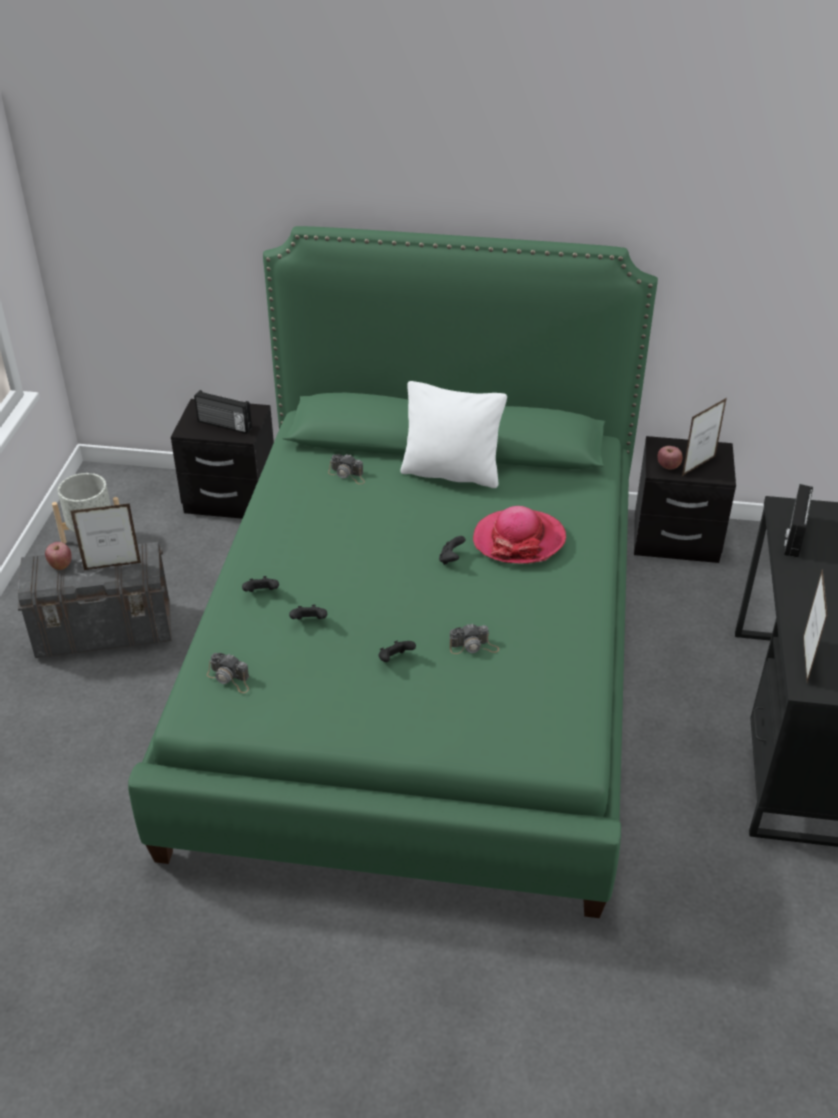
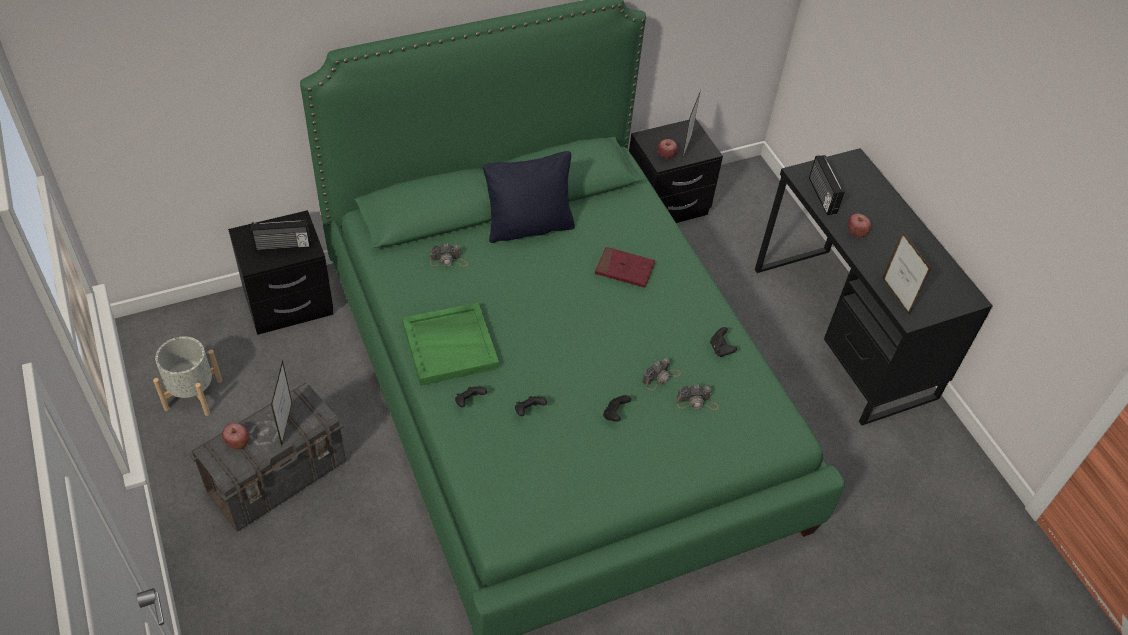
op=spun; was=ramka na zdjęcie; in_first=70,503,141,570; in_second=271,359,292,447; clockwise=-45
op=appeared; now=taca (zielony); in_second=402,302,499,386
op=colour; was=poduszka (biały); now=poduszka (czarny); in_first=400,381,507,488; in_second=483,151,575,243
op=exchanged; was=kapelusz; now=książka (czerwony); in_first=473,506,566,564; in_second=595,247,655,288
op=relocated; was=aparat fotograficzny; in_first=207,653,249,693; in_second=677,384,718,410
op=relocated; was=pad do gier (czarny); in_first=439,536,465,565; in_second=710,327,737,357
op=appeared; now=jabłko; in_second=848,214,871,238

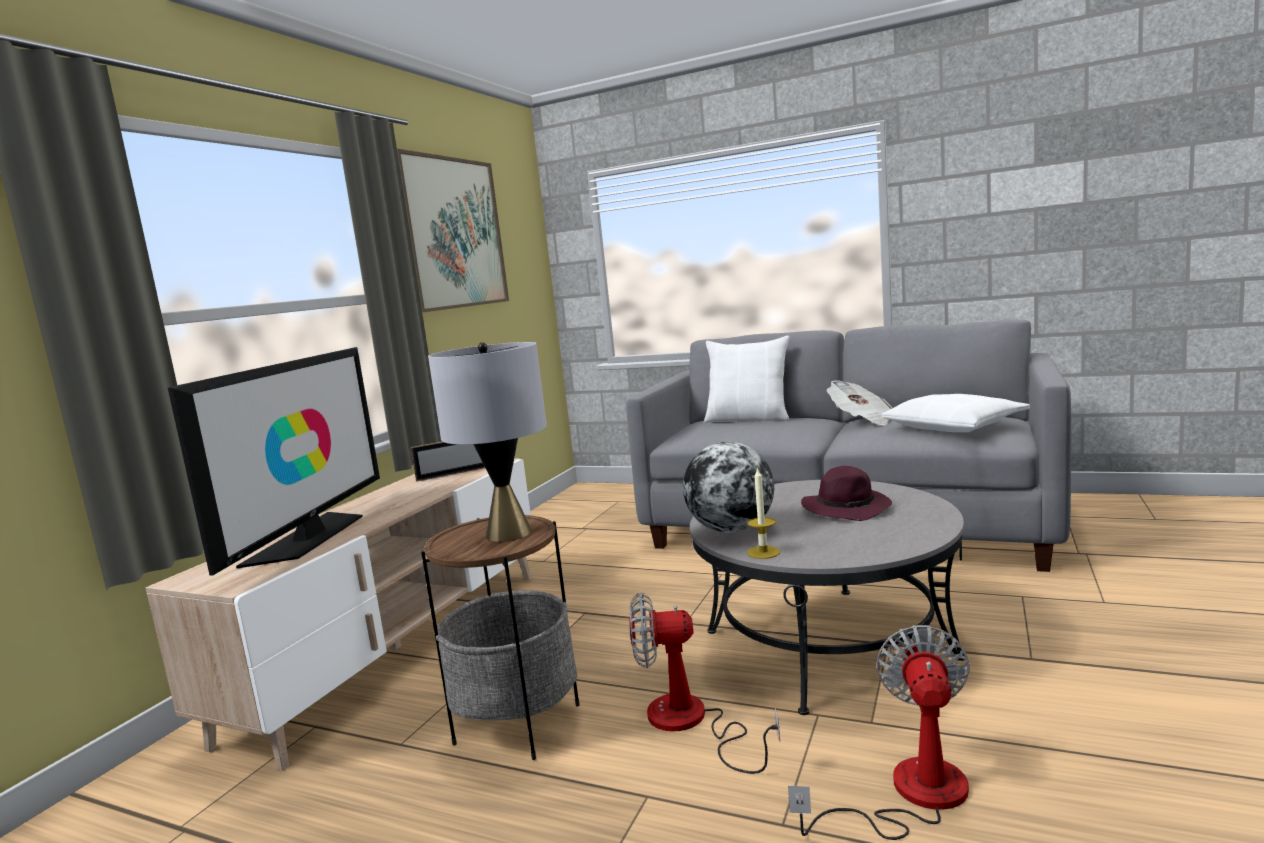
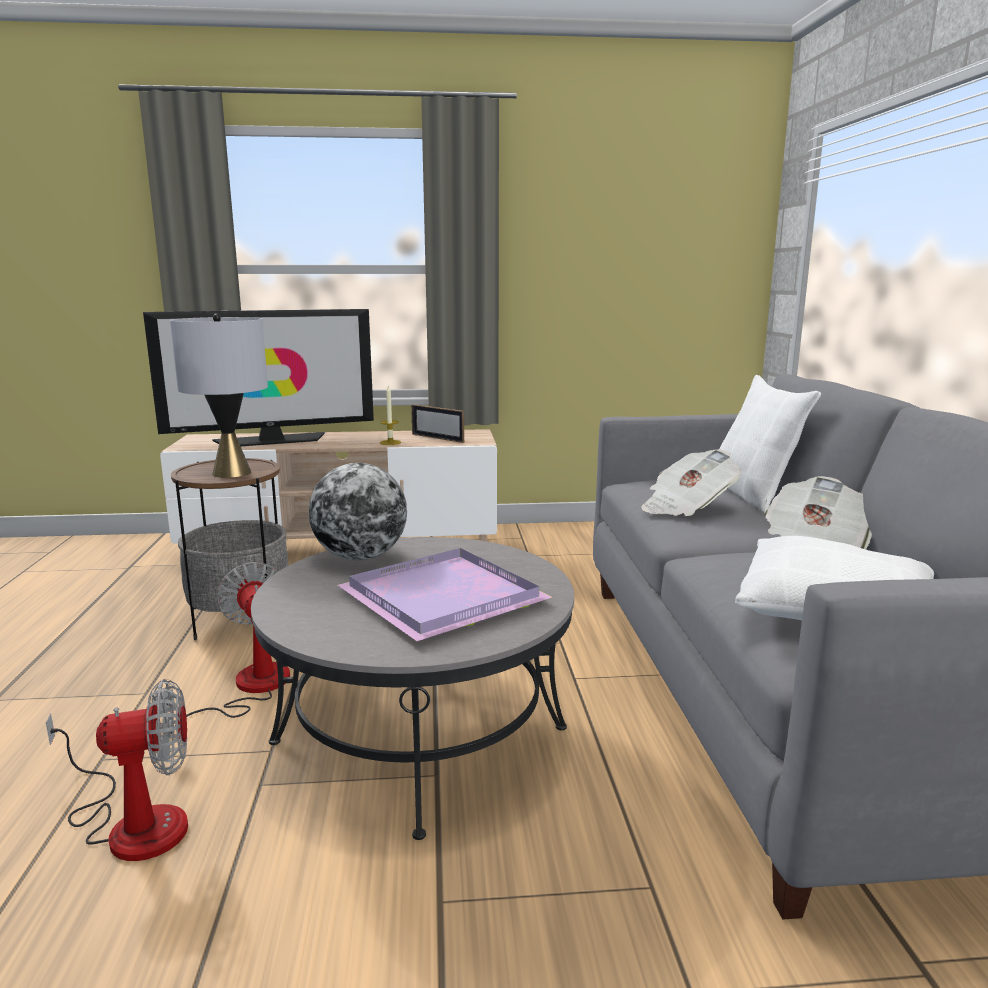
op=exchanged; was=kapelusz (fioletowy); now=taca (fioletowy); in_first=801,466,892,521; in_second=338,548,552,641
op=relocated; was=świeca; in_first=747,467,780,559; in_second=380,386,401,445
op=appeared; now=gazeta; in_second=641,449,741,516
op=missing; was=obraz; in_first=397,149,509,312

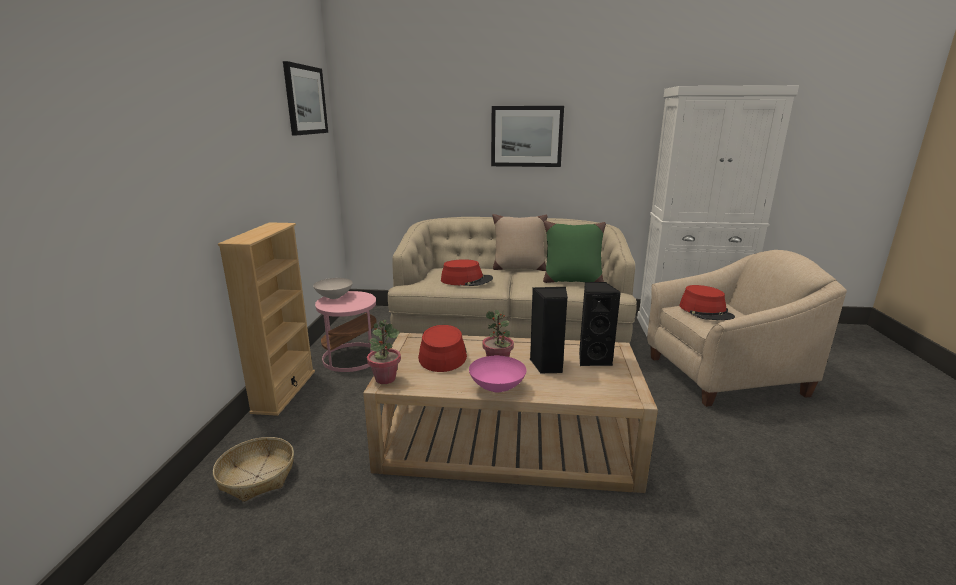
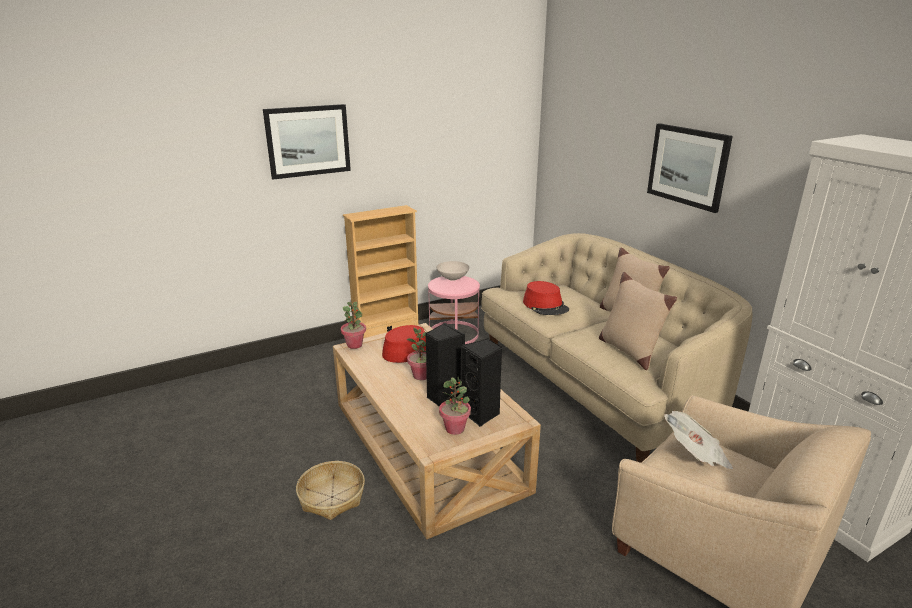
op=relocated; was=obraz; in_first=283,61,328,136; in_second=263,104,351,179
op=relocated; was=koszyk; in_first=213,437,294,502; in_second=296,461,365,520
op=appeared; now=roślina doniczkowa; in_second=439,377,471,435
op=colour; was=poduszka (zielony); now=poduszka (beżowy); in_first=543,221,606,283; in_second=599,272,677,370
op=exchanged; was=kapelusz (czerwony); now=gazeta; in_first=680,285,735,320; in_second=664,411,733,469
op=missing; was=miska (różowy); in_first=469,356,527,392

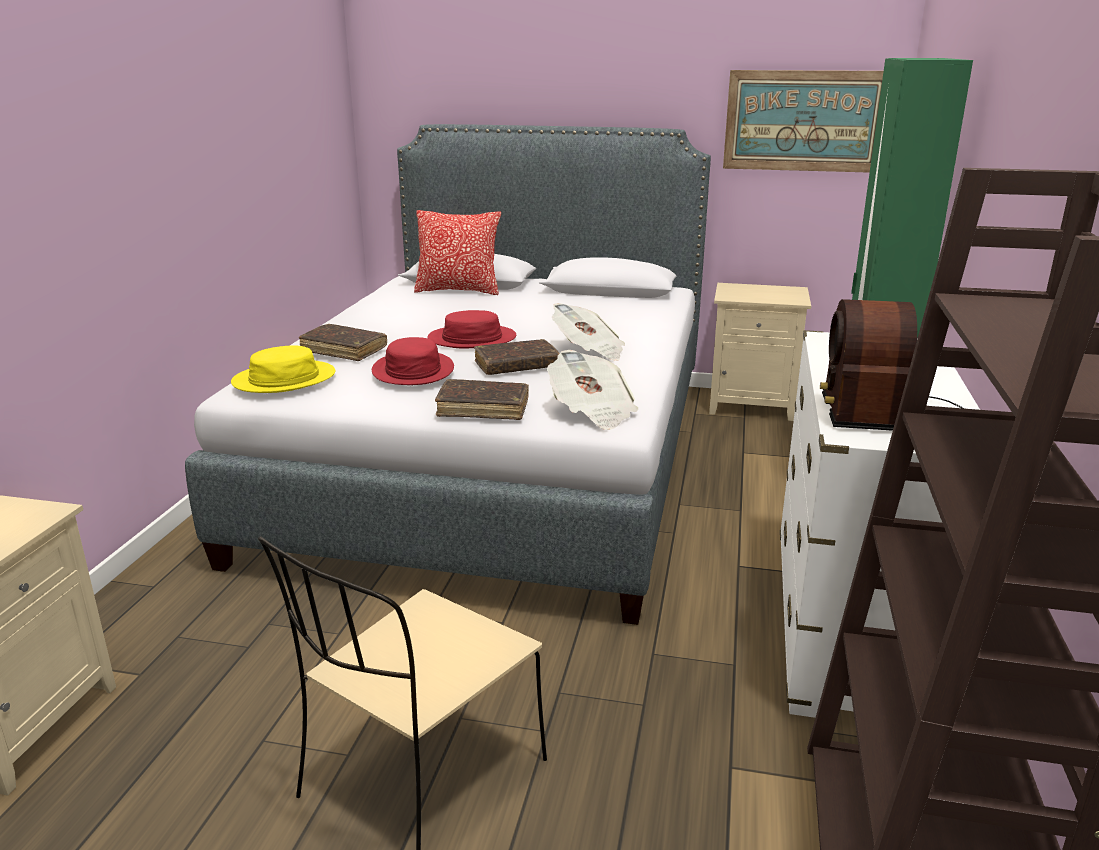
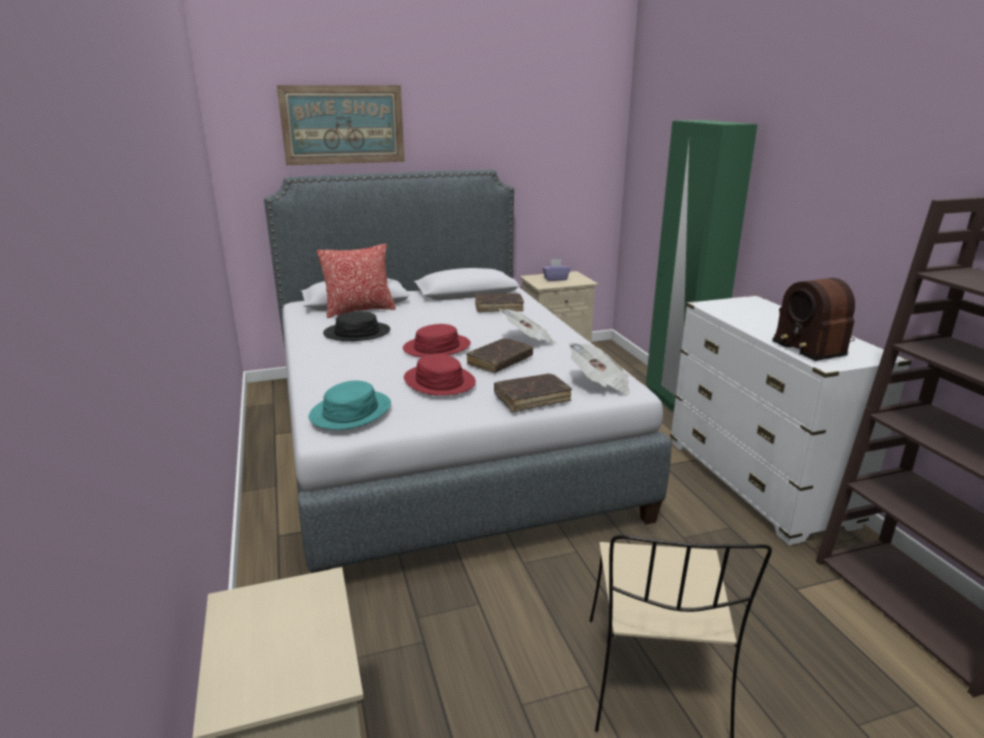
op=relocated; was=obraz; in_first=723,70,884,173; in_second=277,85,405,165
op=colour; was=kapelusz (żółty); now=kapelusz (turkusowy); in_first=231,345,335,393; in_second=309,381,391,430
op=appeared; now=kapelusz (czarny); in_second=323,312,390,341
op=relocated; was=książka (brązowy); in_first=299,324,387,361; in_second=475,293,524,312
op=appeared; now=pudełko chusteczek (fioletowy); in_second=542,259,570,281

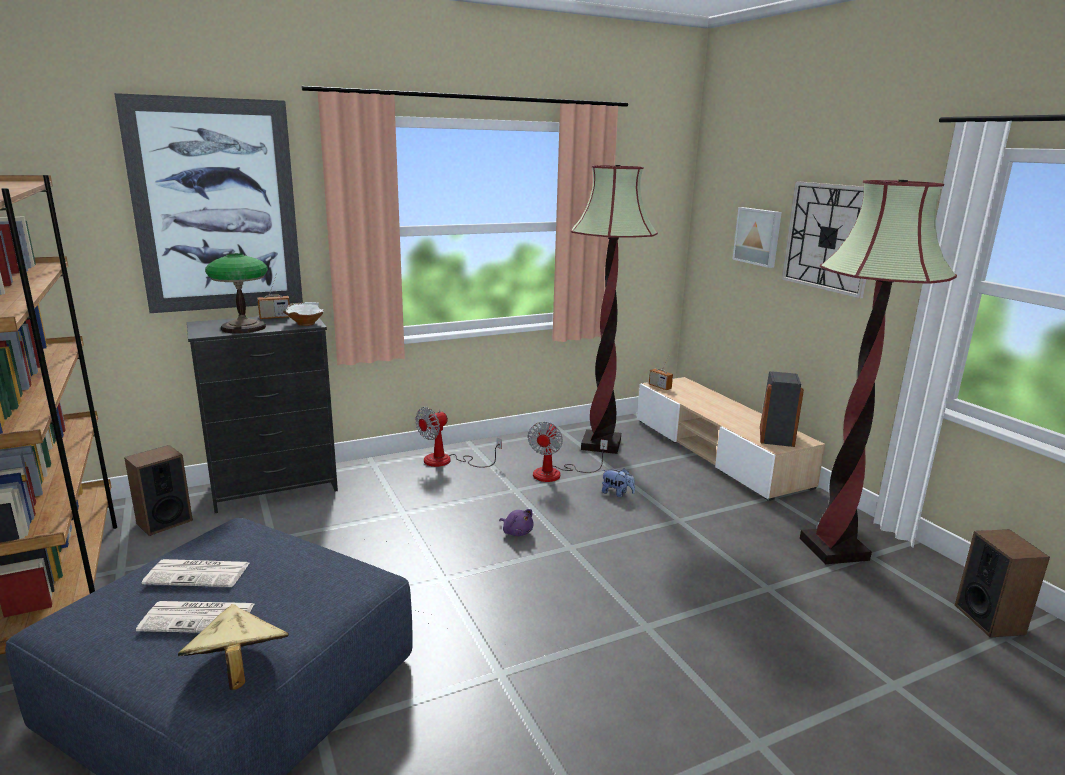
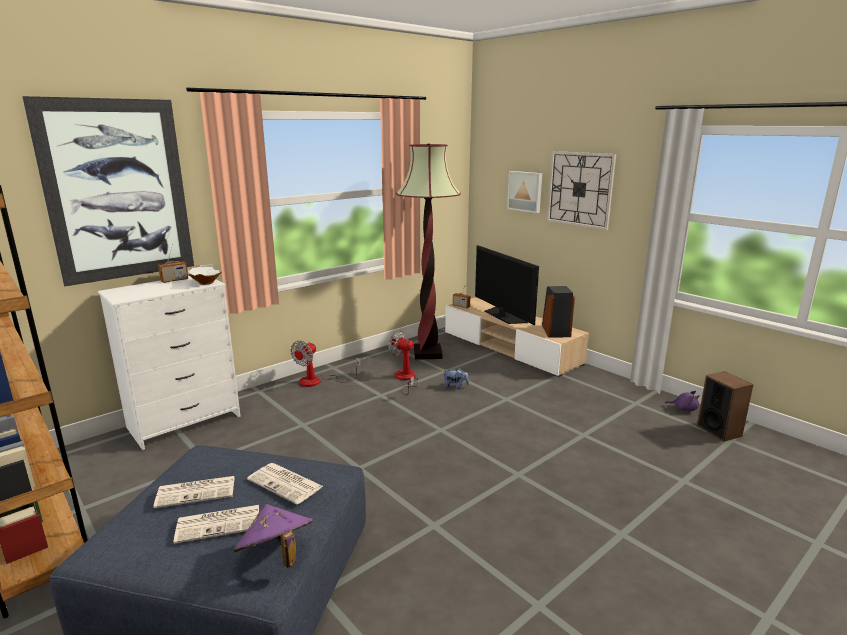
op=colour; was=komoda (czarny); now=komoda (biały); in_first=187,316,338,513; in_second=98,276,240,450
op=colour; was=kapelusz (beżowy); now=kapelusz (fioletowy); in_first=178,604,289,690; in_second=233,504,313,568
op=appeared; now=gazeta; in_second=247,463,323,504
op=spun; was=wentylator; in_first=528,421,608,482; in_second=389,330,419,395; clockwise=120
op=appeared; now=telewizor; in_second=475,245,539,325
op=relocated; was=pluszak (fioletowy); in_first=499,509,534,536; in_second=665,391,700,411
op=missing; was=głośnik; in_first=124,445,193,536
op=missing; was=lampa stołowa; in_first=205,253,268,333
op=missing; was=lampa stojąca; in_first=800,180,957,564

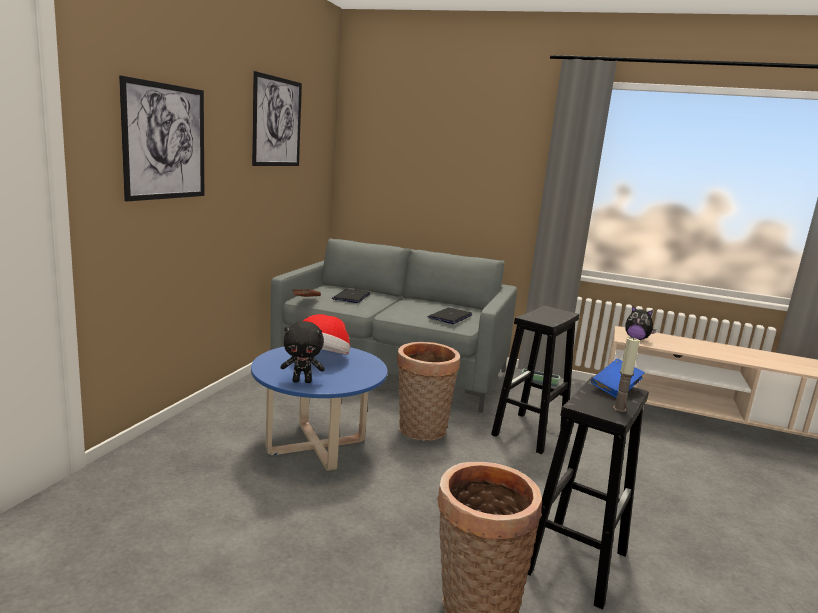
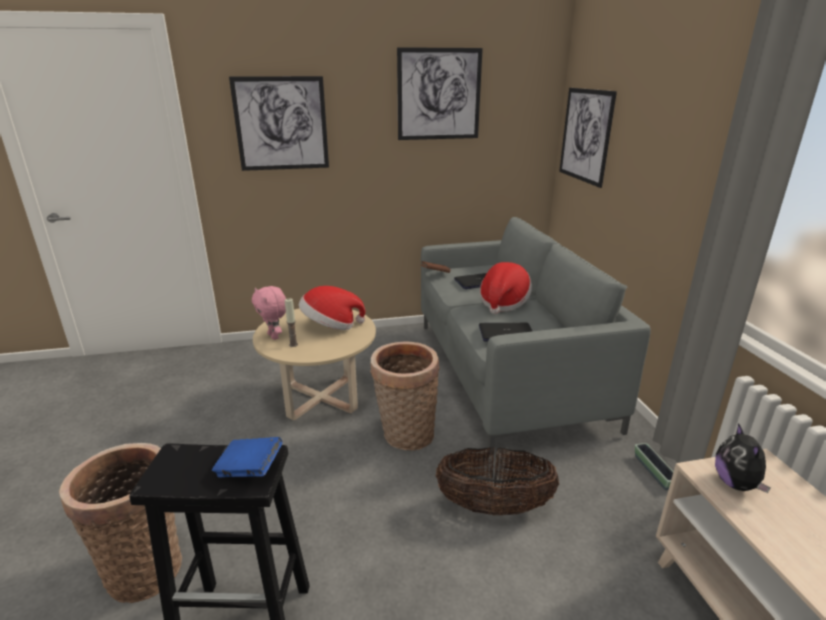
op=colour; was=pluszak (czarny); now=pluszak (różowy); in_first=280,321,325,383; in_second=252,286,286,340
op=colour; was=ława (niebieski); now=ława (beżowy); in_first=251,347,388,471; in_second=253,308,376,420
op=relocated; was=świeca; in_first=613,337,640,412; in_second=285,298,298,347
op=exchanged; was=stołek (czarny); now=koszyk; in_first=491,306,579,454; in_second=436,447,559,516
op=appeared; now=kapelusz; in_second=480,262,532,314
op=appeared; now=obraz; in_second=559,88,617,188

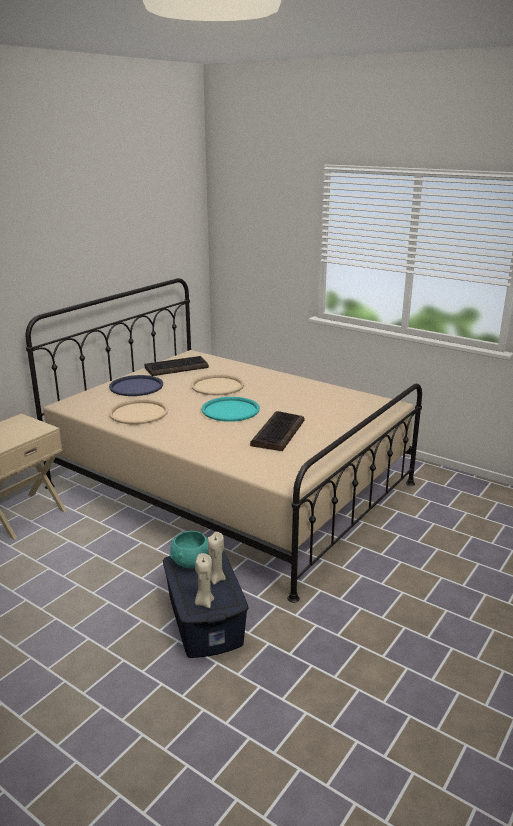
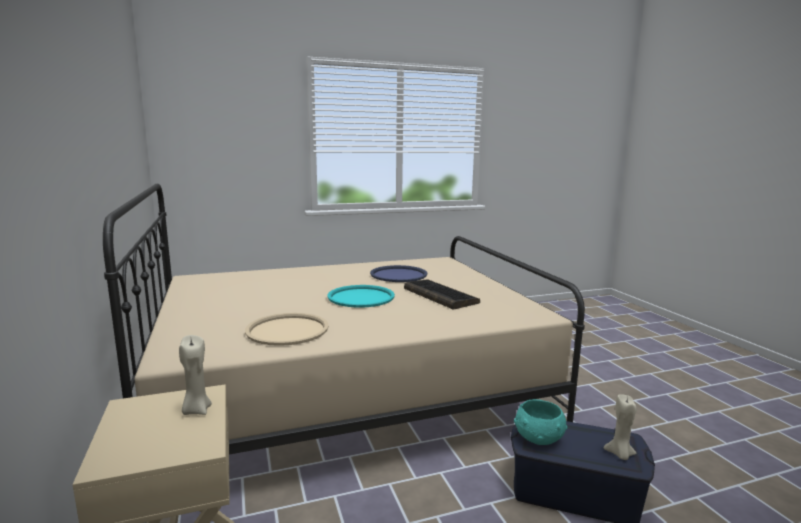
op=relocated; was=świeca (beżowy); in_first=208,532,226,585; in_second=179,335,212,415
op=relocated; was=taca (niebieski); in_first=109,375,163,396; in_second=370,265,427,282
op=missing; was=klawiatura; in_first=145,356,209,376
op=missing; was=taca (beżowy); in_first=191,374,244,395

